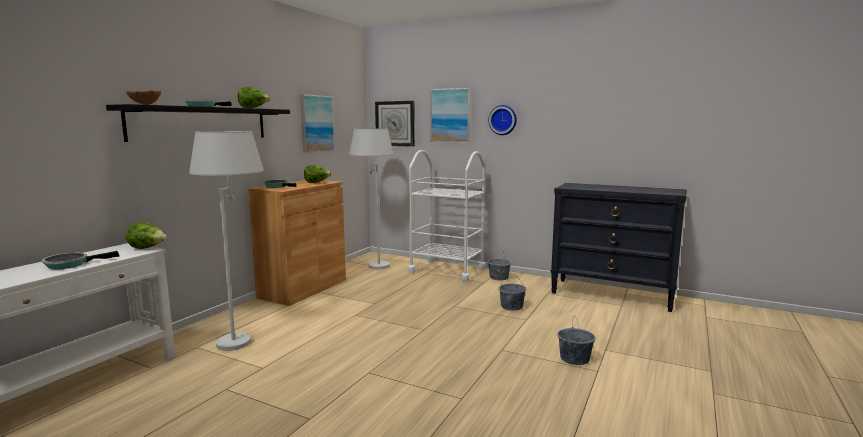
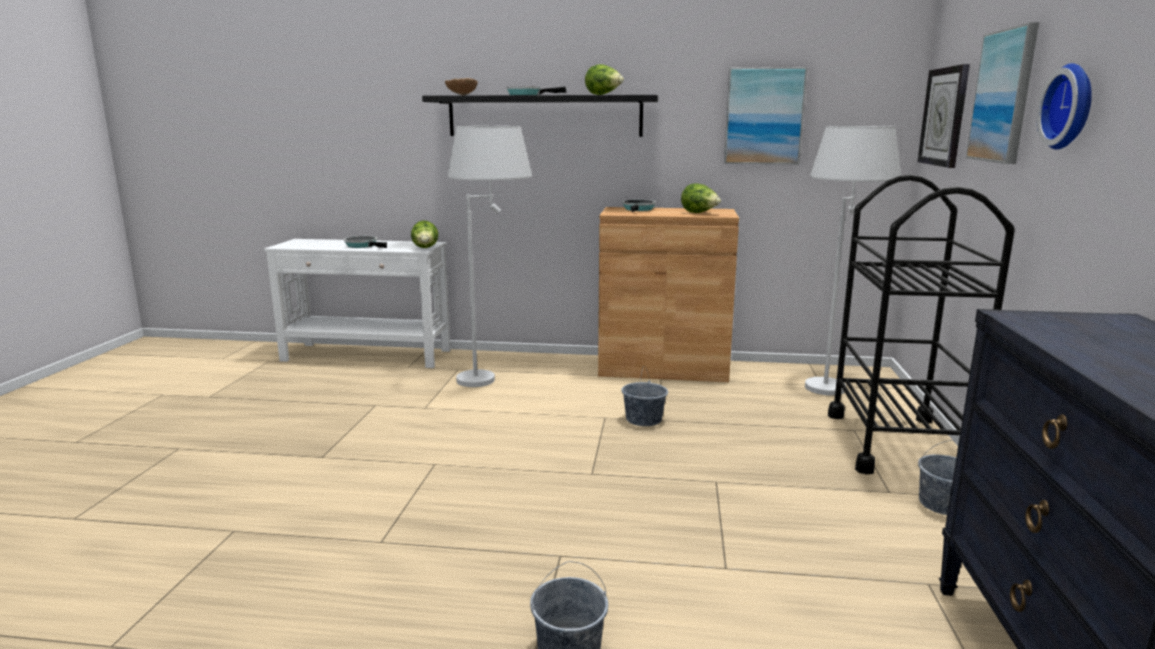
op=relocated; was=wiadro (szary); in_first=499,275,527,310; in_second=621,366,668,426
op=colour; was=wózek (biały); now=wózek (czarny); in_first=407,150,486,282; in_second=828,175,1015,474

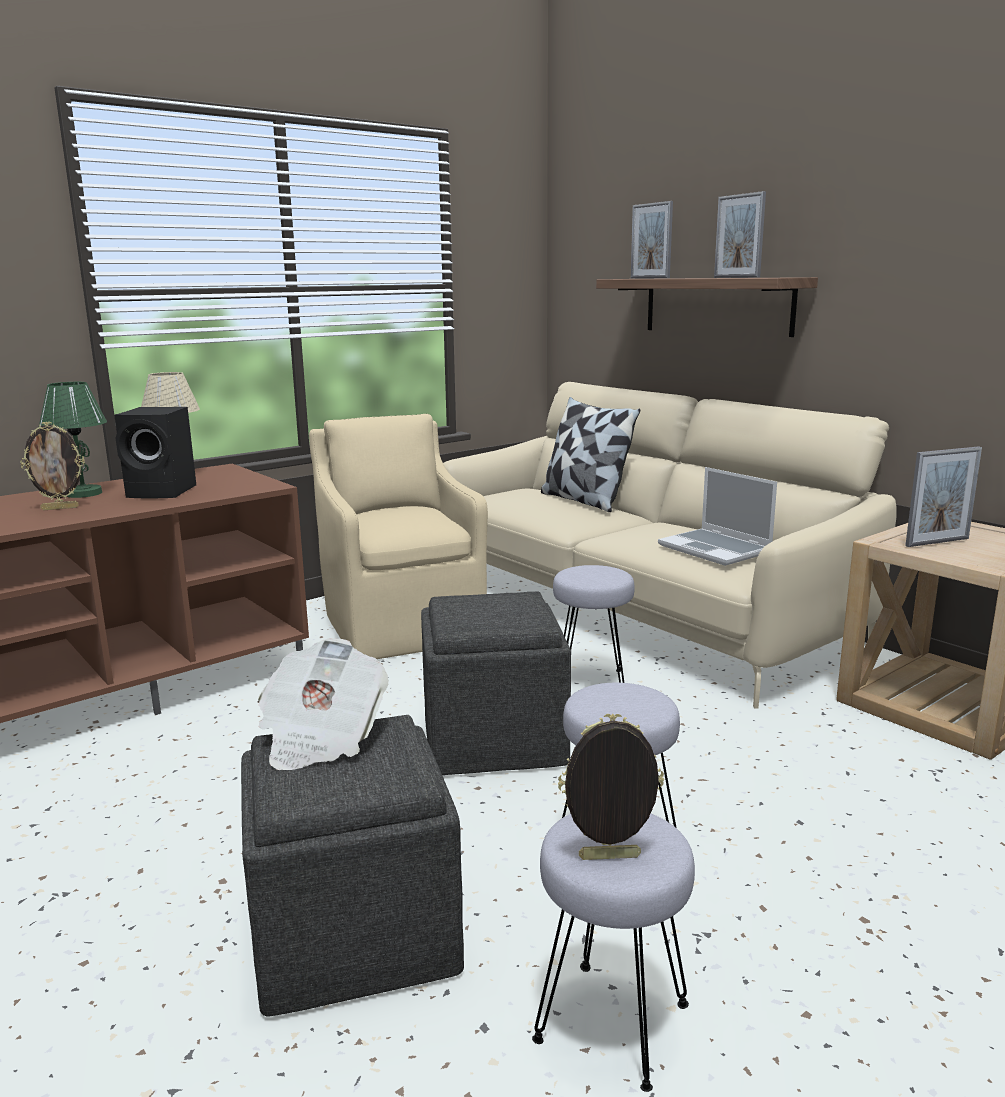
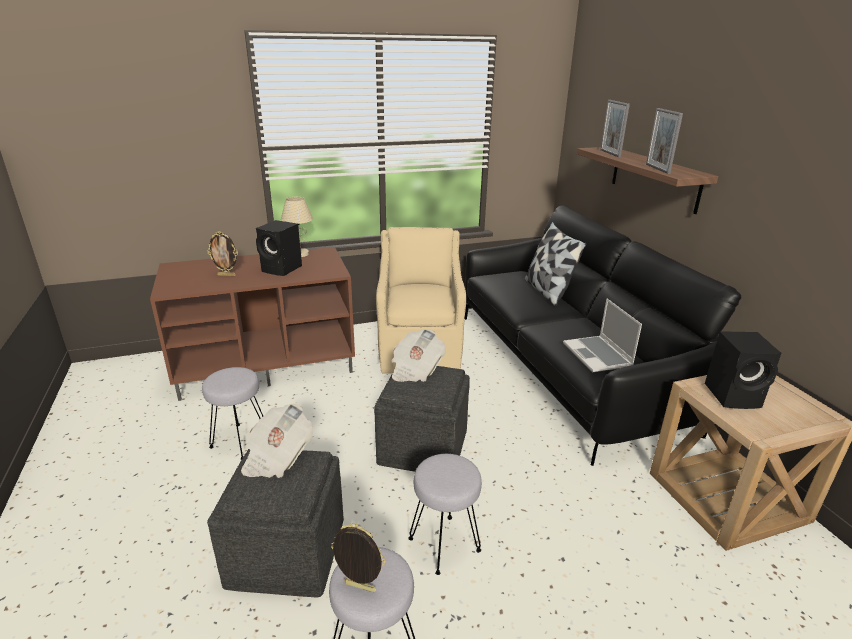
op=relocated; was=stołek (szary); in_first=553,565,635,683; in_second=202,367,263,460
op=appeared; now=gazeta; in_second=392,329,446,382
op=colour; was=kanapa (beżowy); now=kanapa (czarny); in_first=443,382,896,709; in_second=465,205,741,466
op=exchanged; was=ramka na zdjęcie; now=głośnik (czarny); in_first=905,446,982,547; in_second=705,331,781,409
op=missing; was=lampa stołowa (zielony); in_first=39,382,107,498

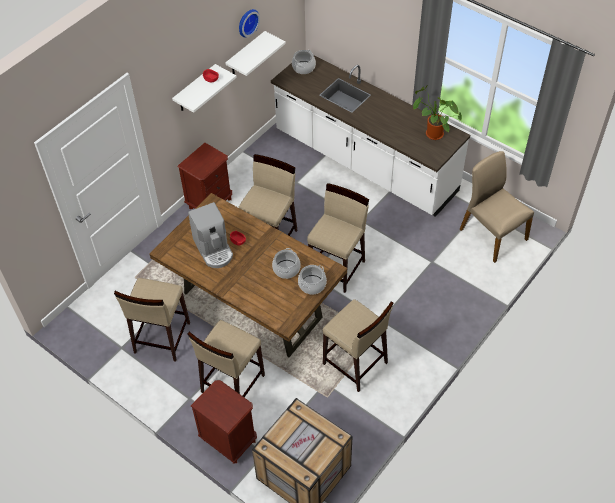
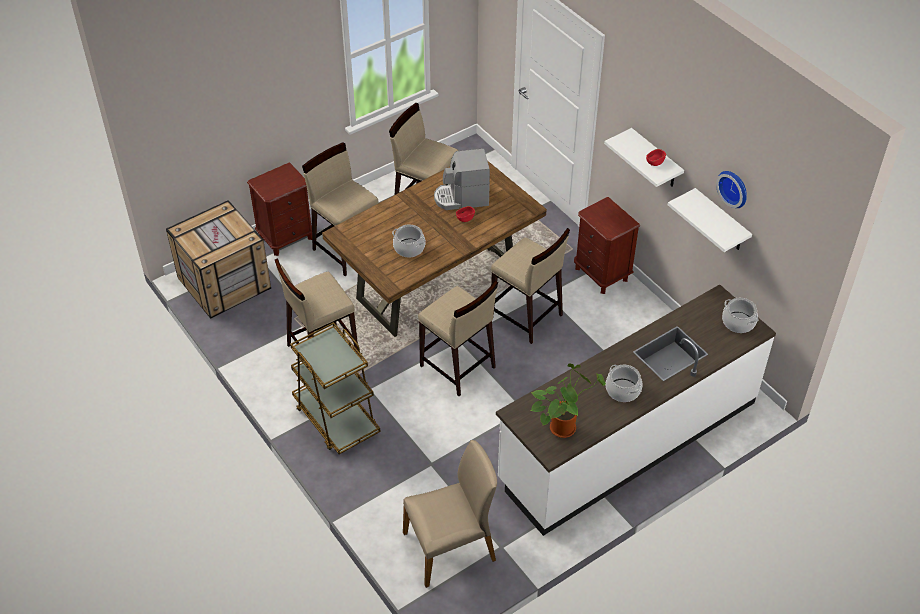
op=appeared; now=wózek (brązowy); in_second=290,322,381,454
op=relocated; was=garnek; in_first=298,265,327,294; in_second=606,365,642,402

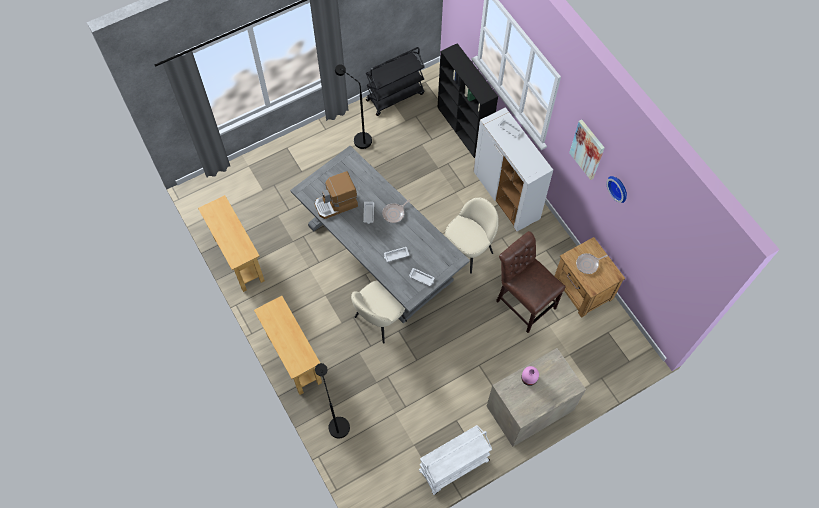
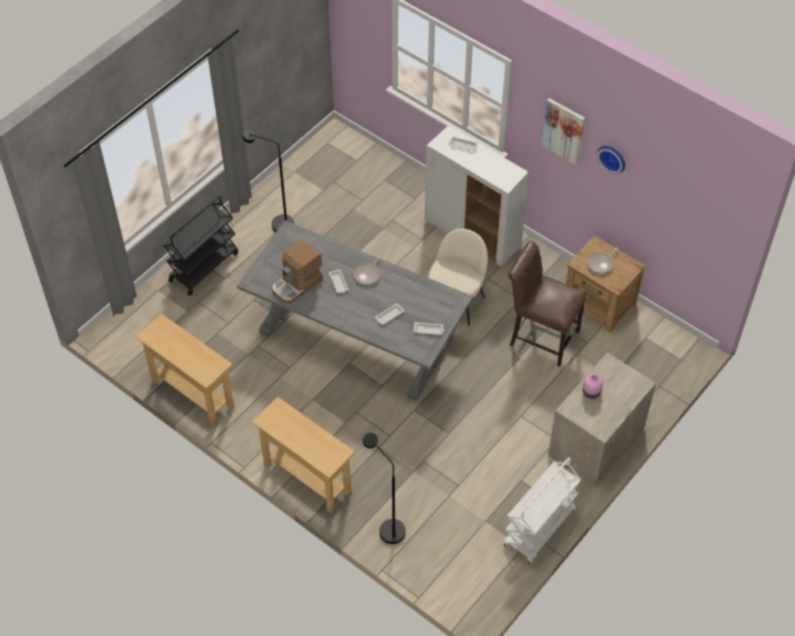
op=relocated; was=wózek (czarny); in_first=366,47,425,116; in_second=163,196,238,296
op=missing; was=krzesło (beżowy); in_first=351,280,407,344
op=missing; was=regał (czarny); in_first=437,43,498,158

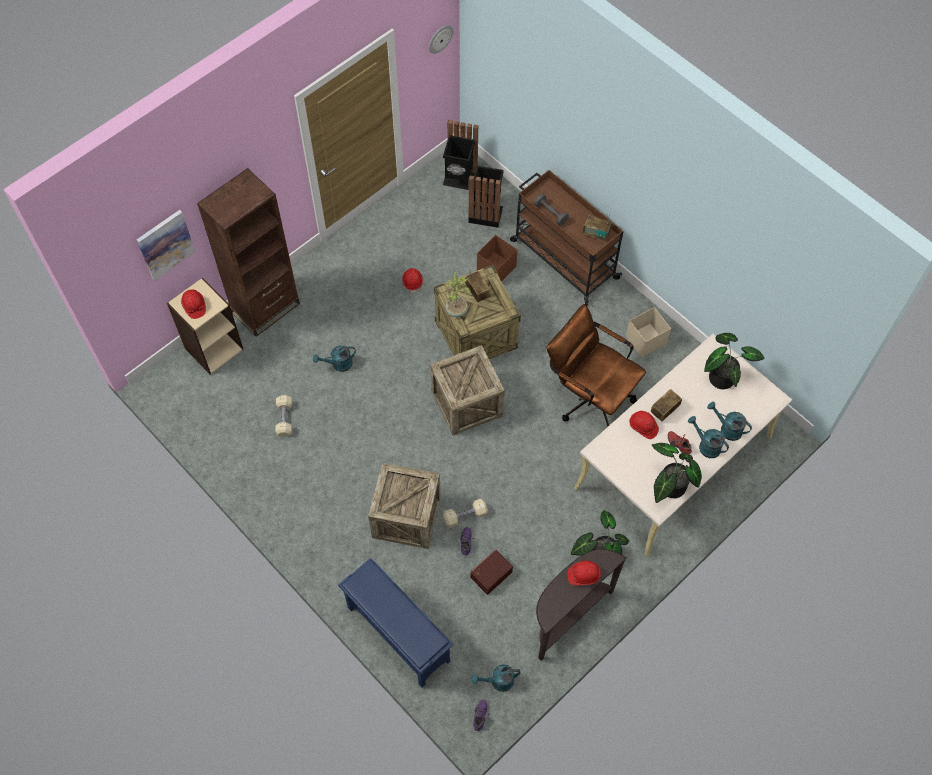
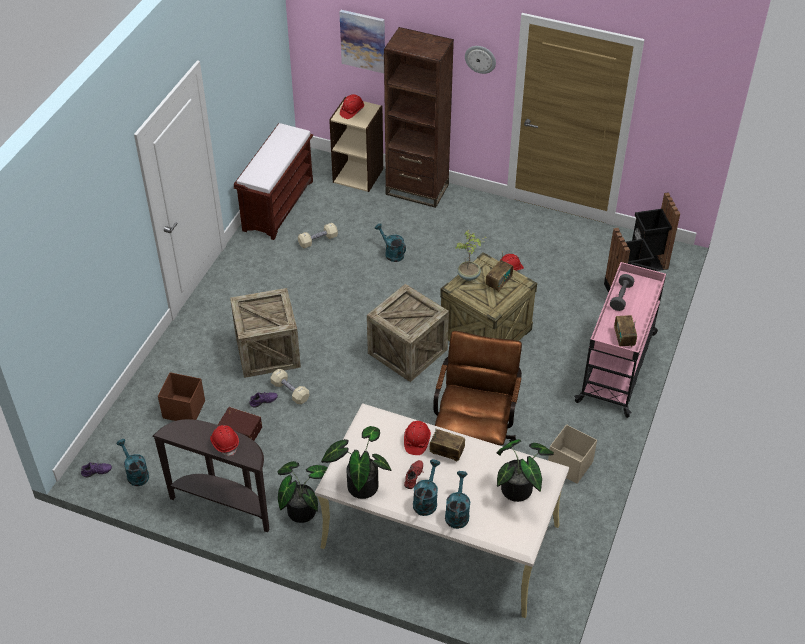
op=relocated; was=pojemnik do przechowywania (brązowy); in_first=477,235,517,282; in_second=158,372,205,421
op=appeared; now=ławka (brązowy); in_second=234,123,313,240
op=relocated; was=zegar ścienny; in_first=429,25,453,54; in_second=465,46,496,74
op=colour; was=wózek (brązowy); now=wózek (różowy); in_first=510,170,624,306; in_second=574,262,666,418
op=missing; was=regał na buty (niebieski); in_first=338,558,453,687

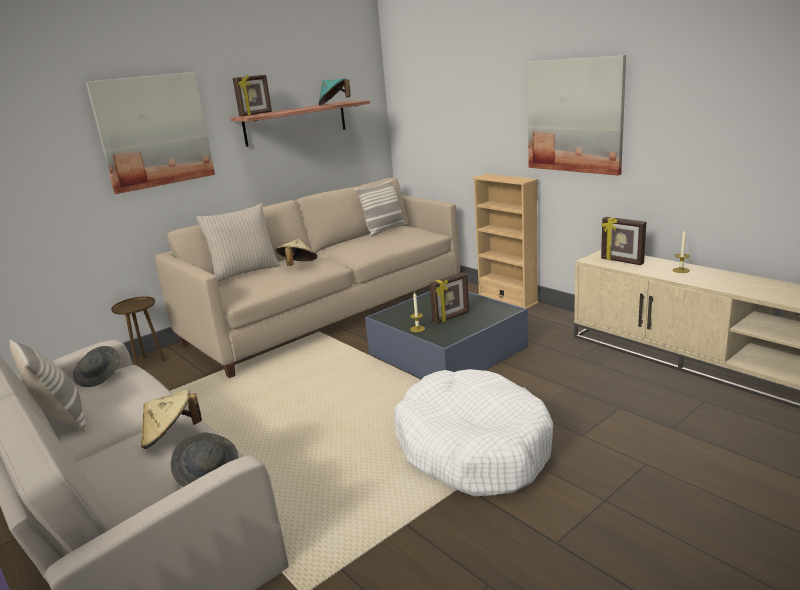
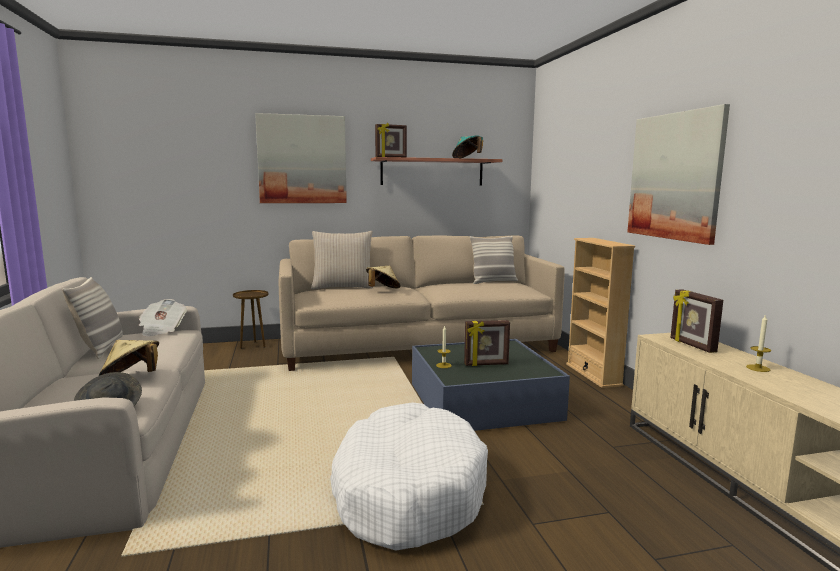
op=exchanged; was=kapelusz (szary); now=gazeta; in_first=73,346,120,387; in_second=139,299,187,337

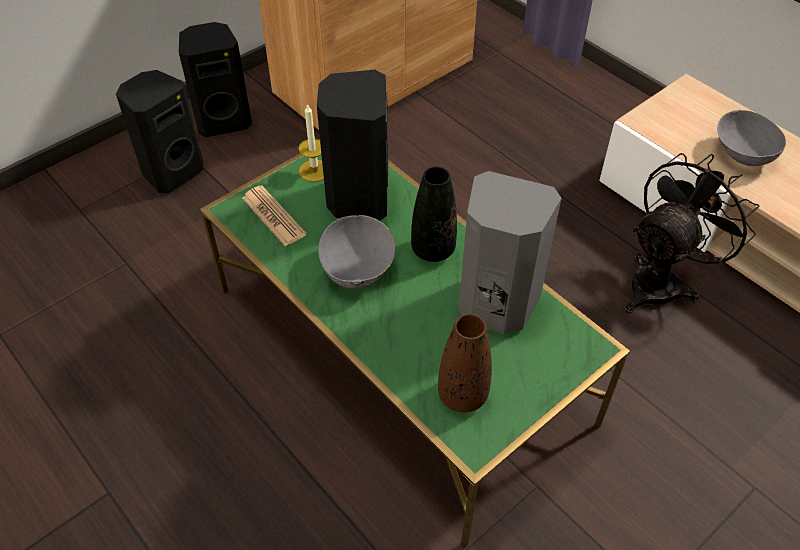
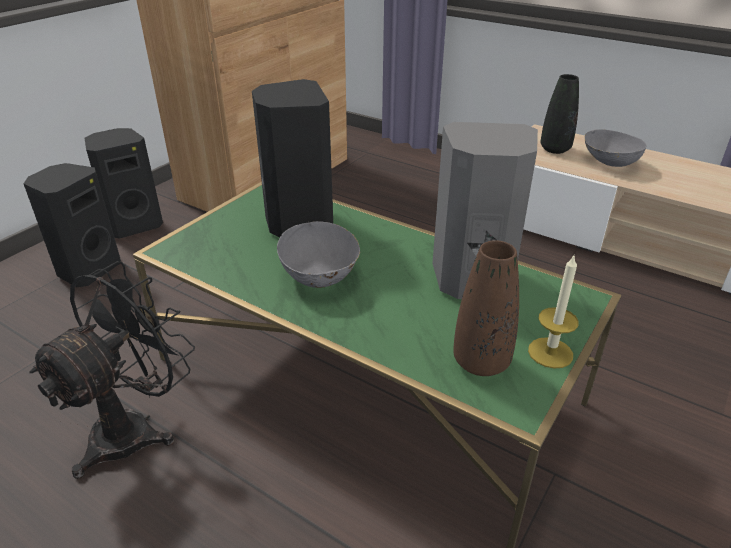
op=relocated; was=wentylator (czarny); in_first=625,153,759,313; in_second=29,261,195,479
op=relocated; was=świeca; in_first=298,103,324,182; in_second=528,254,579,369
op=relocated; was=wazon (czarny); in_first=411,167,457,262; in_second=541,74,579,154
op=missing; was=gazeta; in_first=242,185,306,246

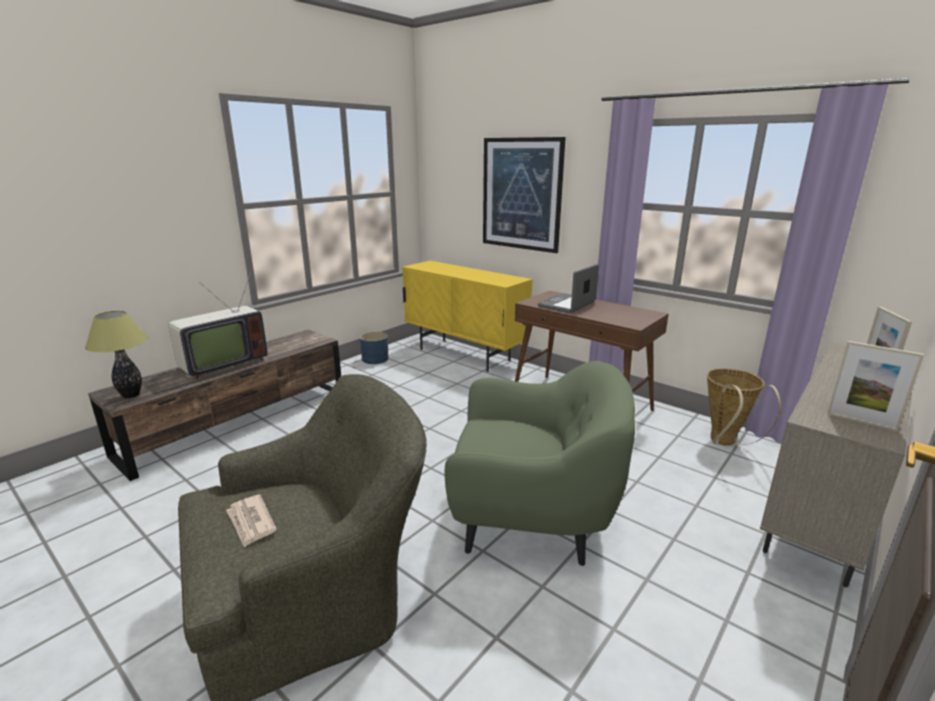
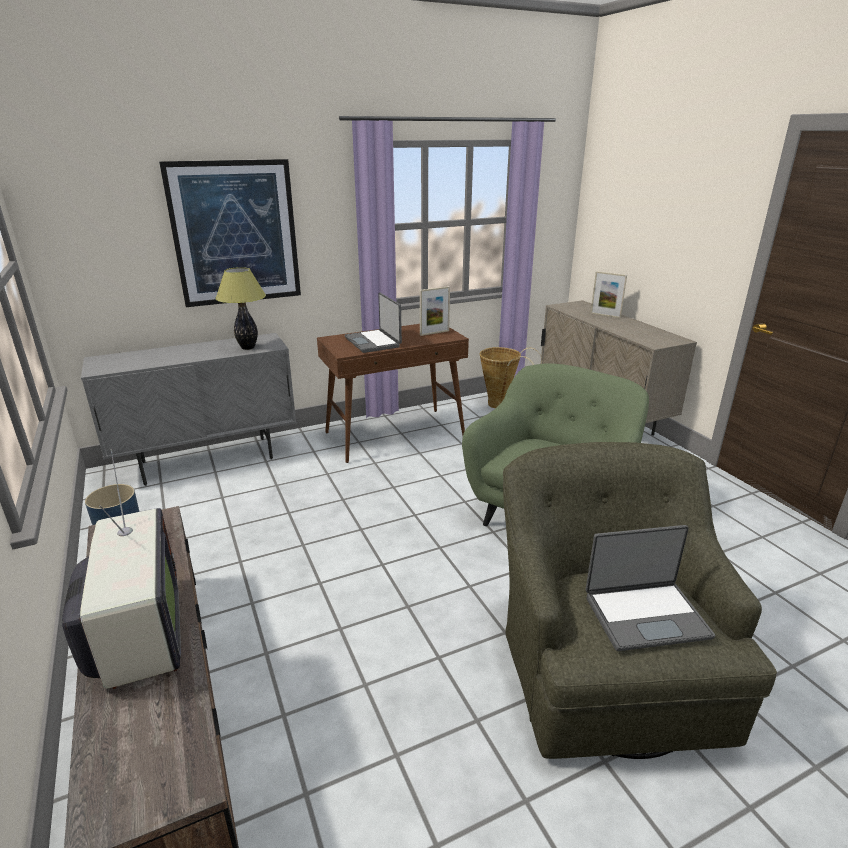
op=colour; was=szafka (żółty); now=szafka (szary); in_first=402,261,533,372; in_second=81,333,296,486
op=relocated; was=lampa stołowa; in_first=85,311,148,398; in_second=216,267,266,350
op=relocated; was=ramka na zdjęcie; in_first=827,341,924,432; in_second=420,286,450,336
op=exchanged; was=gazeta; now=laptop; in_first=226,494,276,547; in_second=585,525,715,651

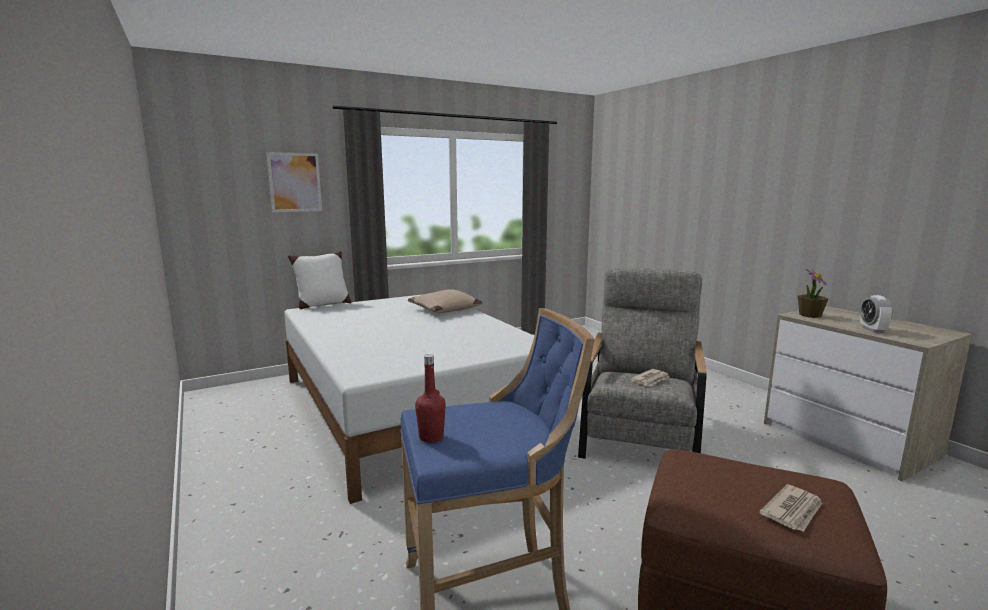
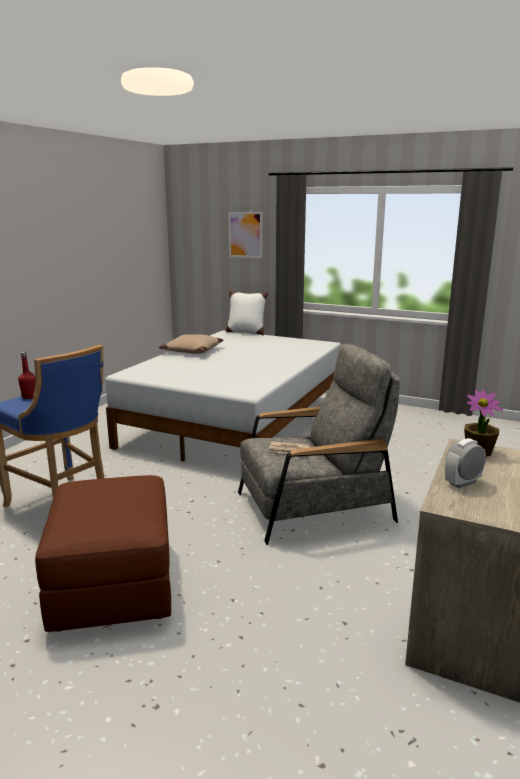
op=relocated; was=poduszka (beżowy); in_first=408,289,482,313; in_second=159,335,223,354
op=missing; was=gazeta; in_first=759,484,822,532

